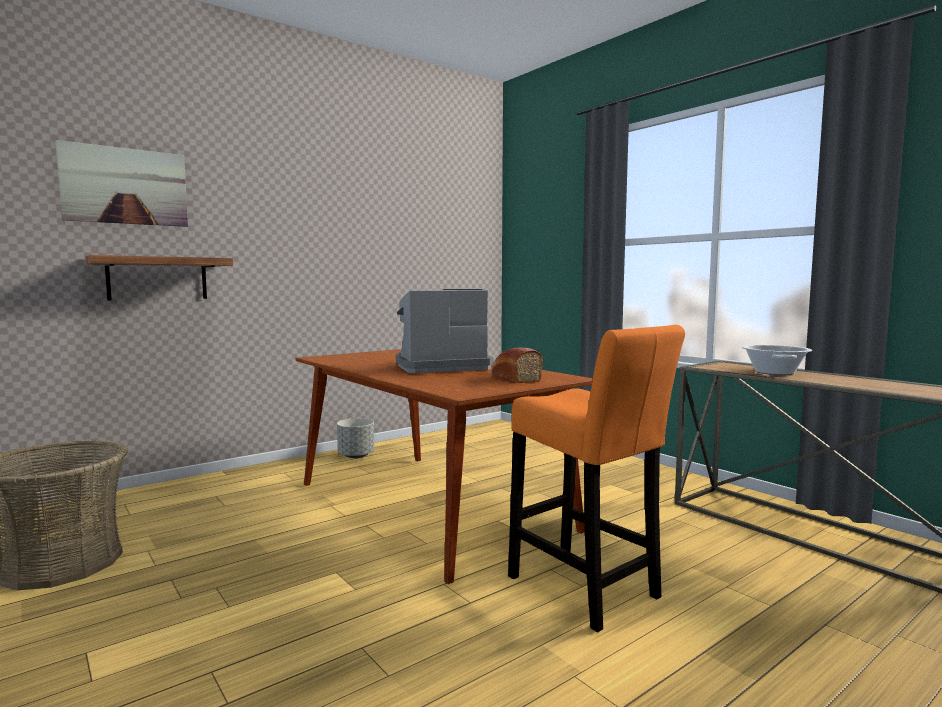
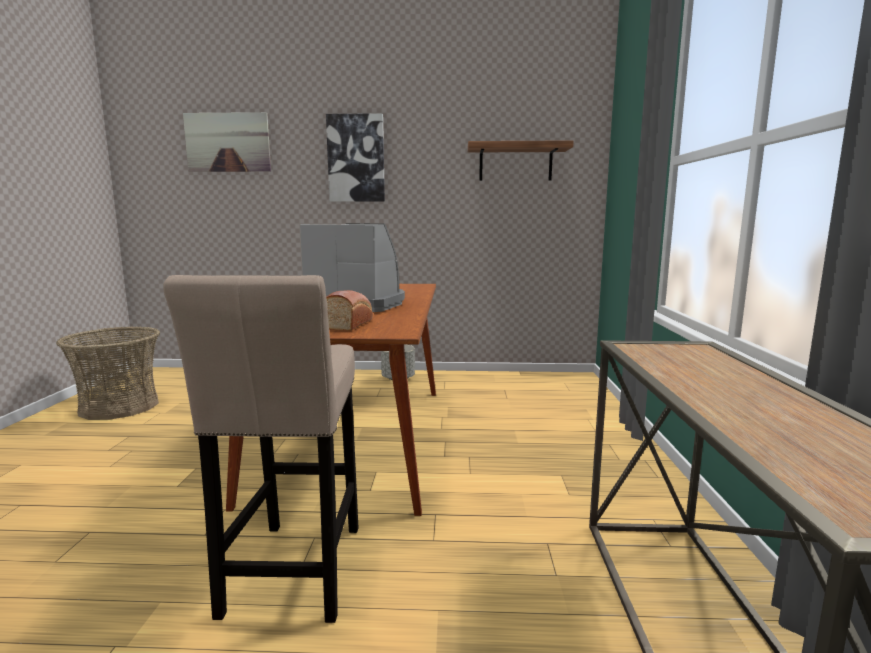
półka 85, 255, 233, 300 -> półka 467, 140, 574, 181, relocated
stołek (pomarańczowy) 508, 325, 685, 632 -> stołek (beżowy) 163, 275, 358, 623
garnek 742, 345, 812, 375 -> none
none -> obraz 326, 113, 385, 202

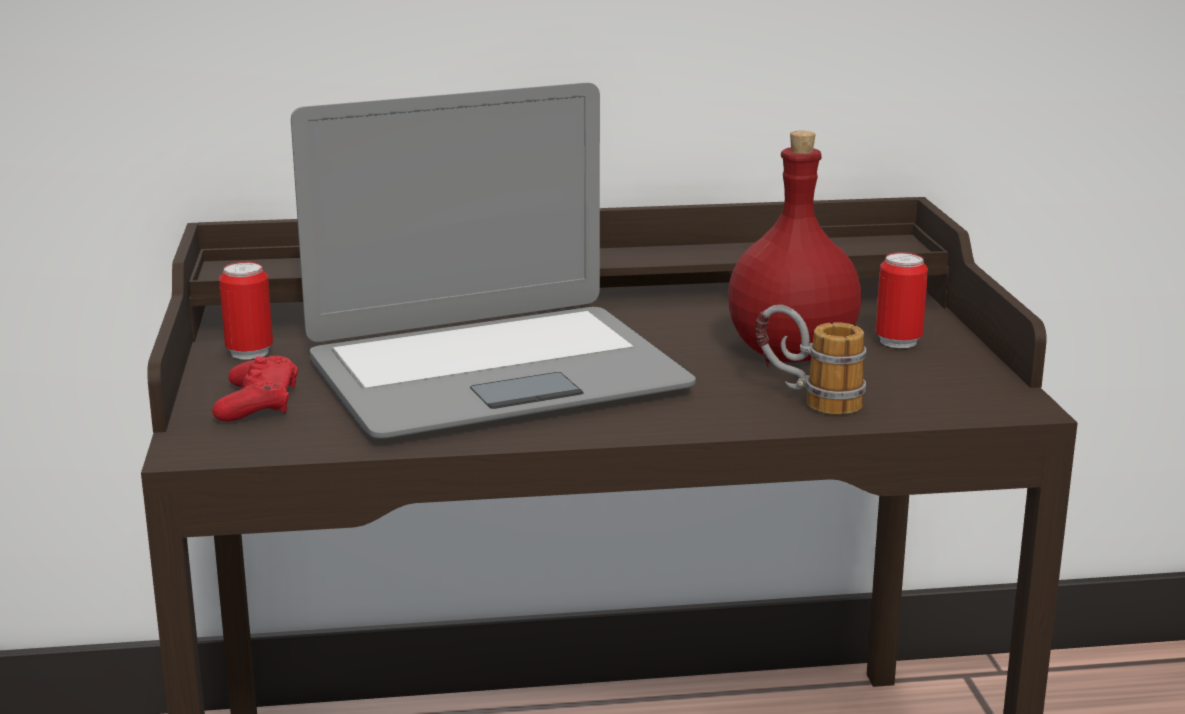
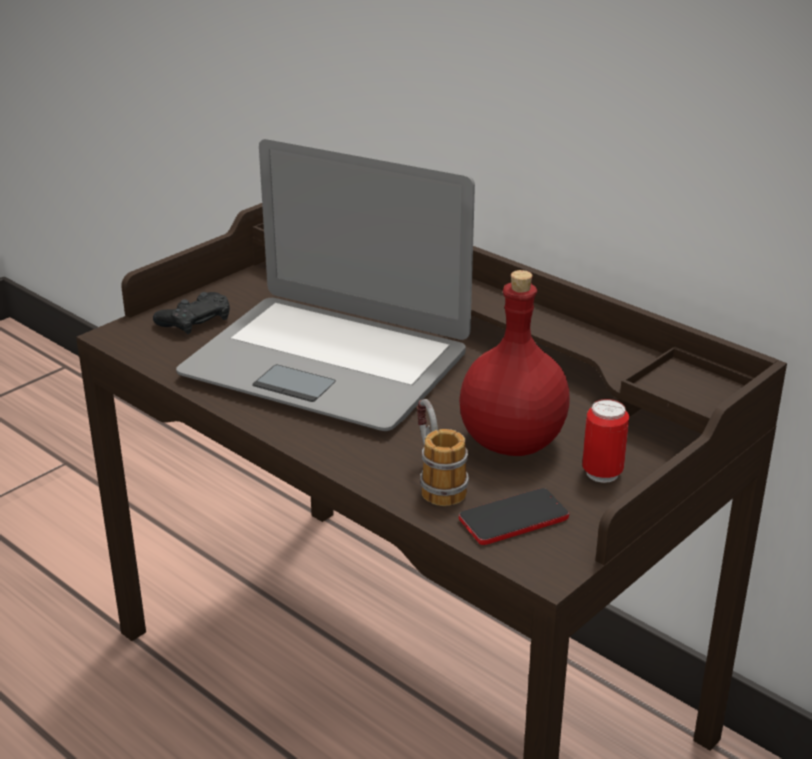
pad do gier (czerwony) 212, 356, 298, 422 -> pad do gier (czarny) 153, 292, 230, 334
puszka 219, 262, 273, 360 -> none
none -> telefon 459, 488, 569, 545

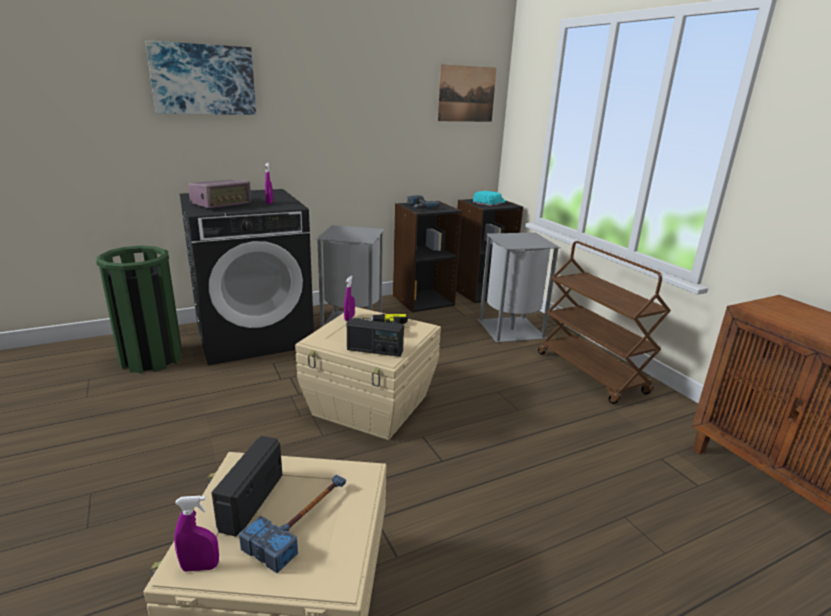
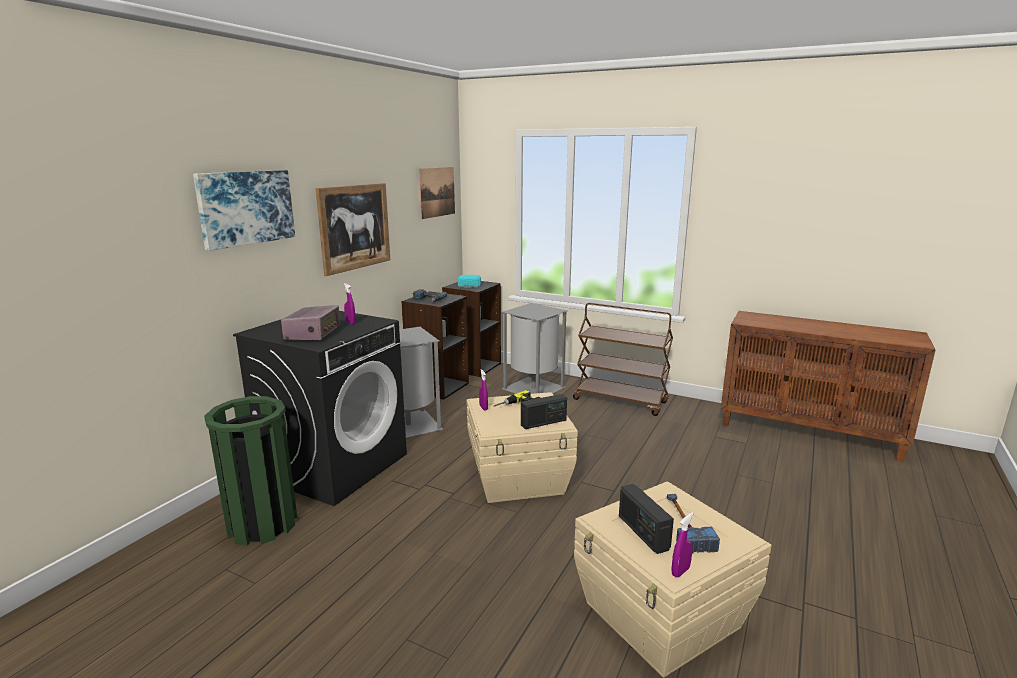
none -> obraz 315, 183, 390, 276

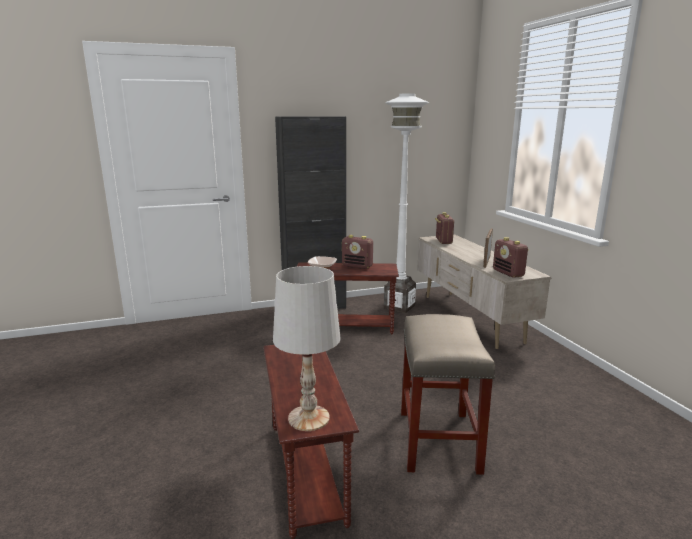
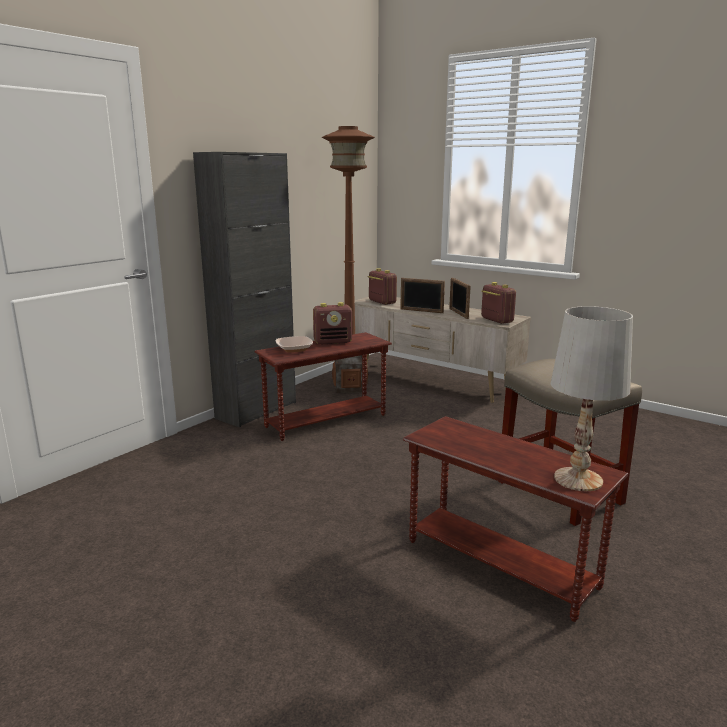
lampa stojąca (biały) 384, 93, 429, 313 -> lampa stojąca (brązowy) 322, 126, 375, 393
radio 493, 237, 529, 278 -> radio 481, 282, 516, 324, 150 degrees counterclockwise
none -> ramka na zdjęcie 400, 278, 445, 313

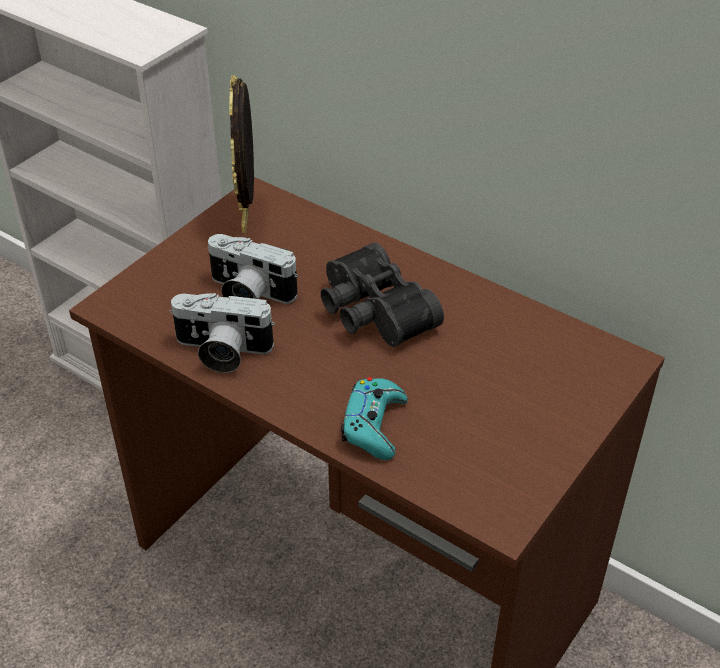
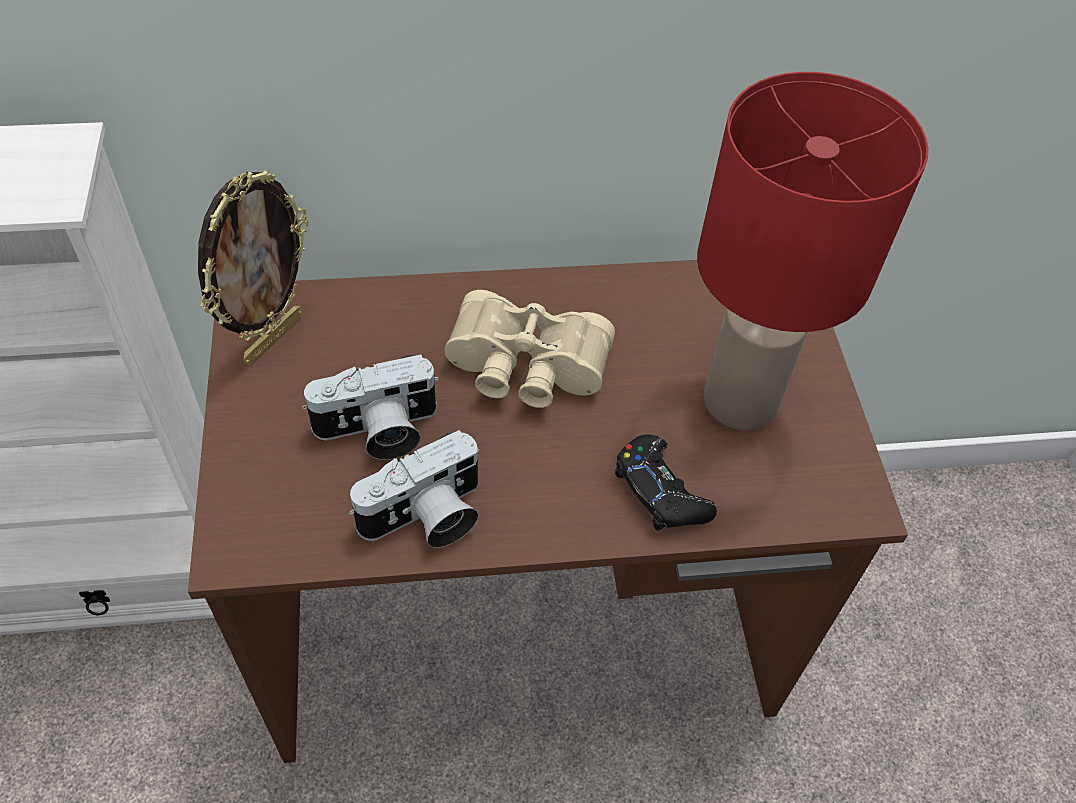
ramka na zdjęcie 229, 75, 254, 233 -> ramka na zdjęcie 198, 169, 309, 365, 105 degrees counterclockwise
lornetka (czarny) 321, 242, 444, 347 -> lornetka (beżowy) 444, 290, 615, 408
pad do gier (turkusowy) 341, 377, 408, 460 -> pad do gier (czarny) 615, 435, 717, 531
none -> lampa stołowa (czerwony) 697, 72, 928, 430

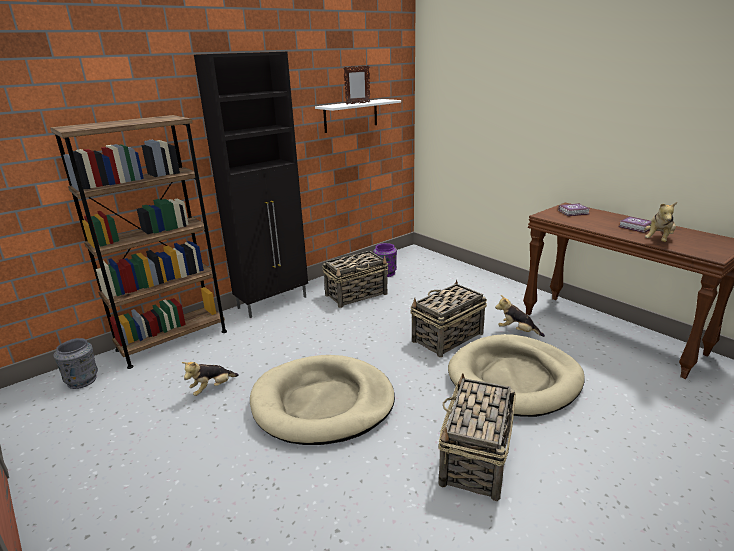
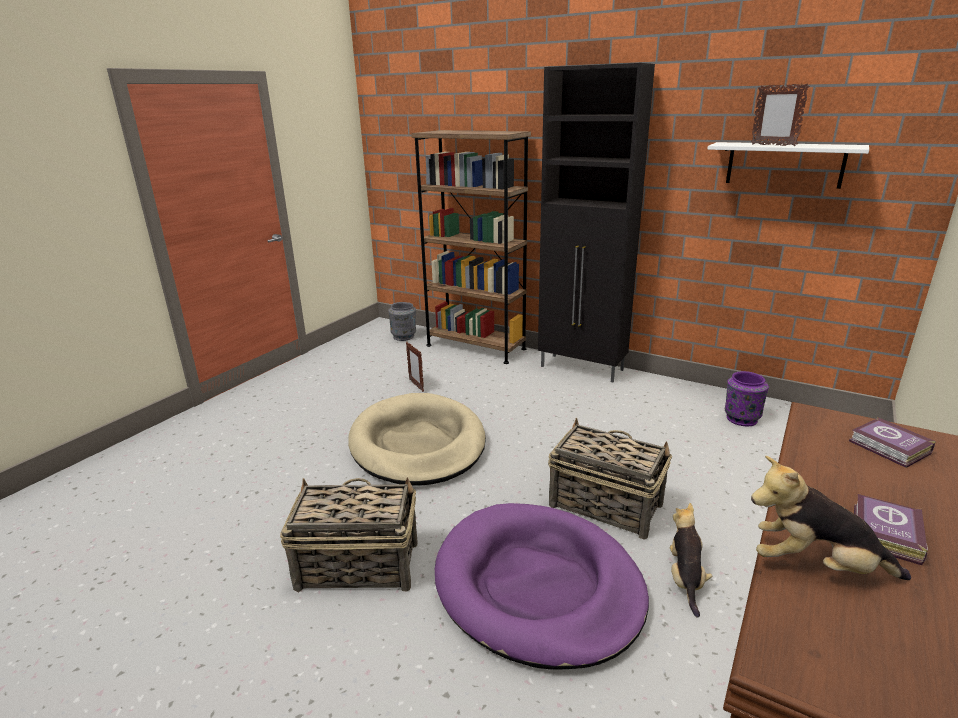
pluszak 182, 362, 239, 396 -> ramka na zdjęcie 406, 342, 424, 392
koszyk 322, 251, 388, 308 -> none
legowisko (beżowy) 448, 334, 585, 417 -> legowisko (fioletowy) 435, 503, 649, 670

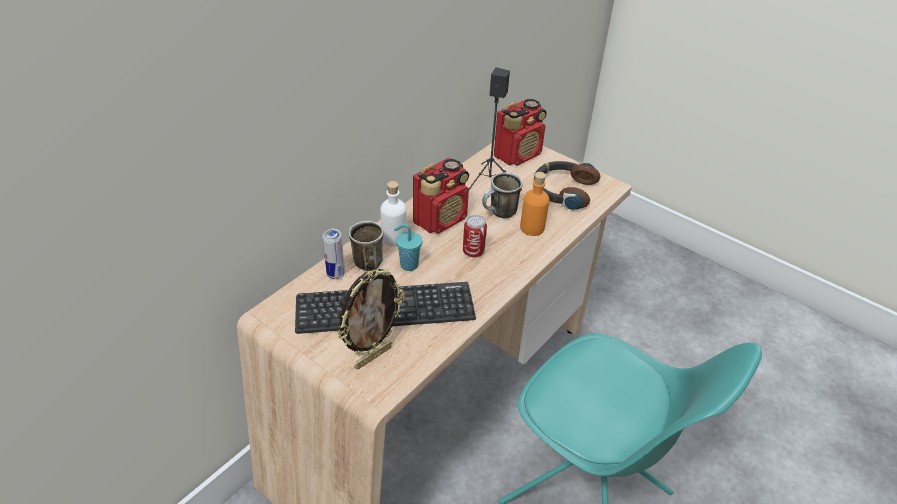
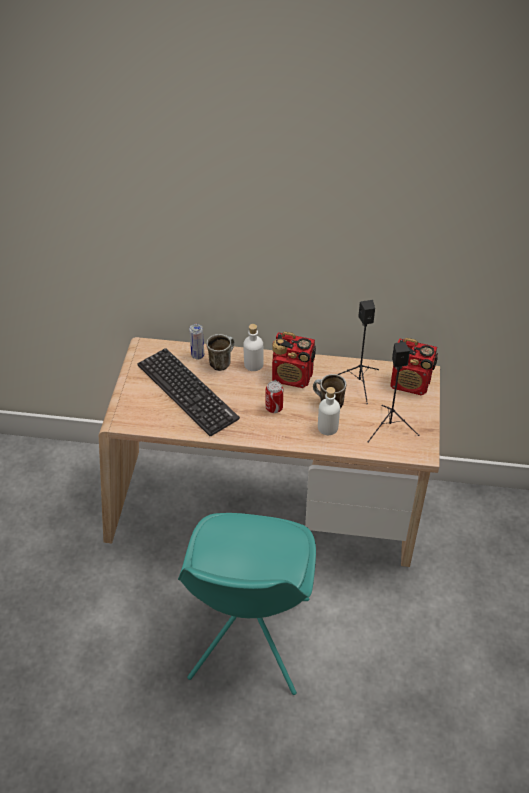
ramka na zdjęcie 337, 269, 405, 369 -> none
filiżanka (turkusowy) 394, 224, 422, 271 -> none
butelka (pomarańczowy) 520, 172, 549, 236 -> butelka (biały) 318, 387, 340, 435
słuchawki 533, 161, 600, 210 -> głośnik (czarny) 368, 342, 419, 443

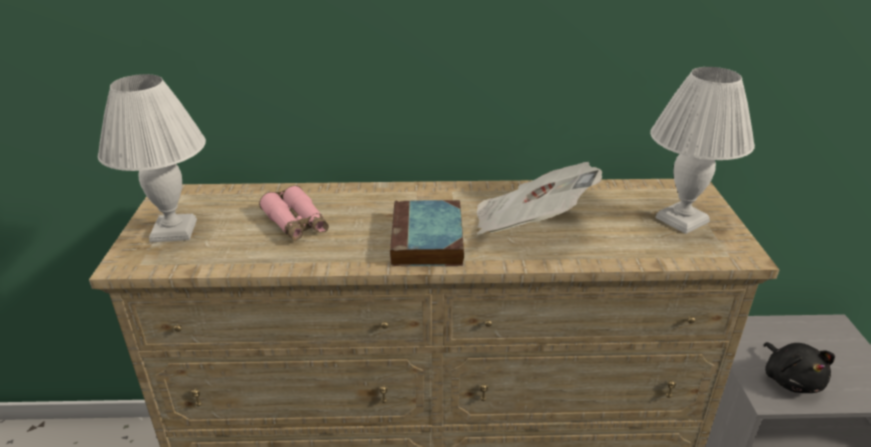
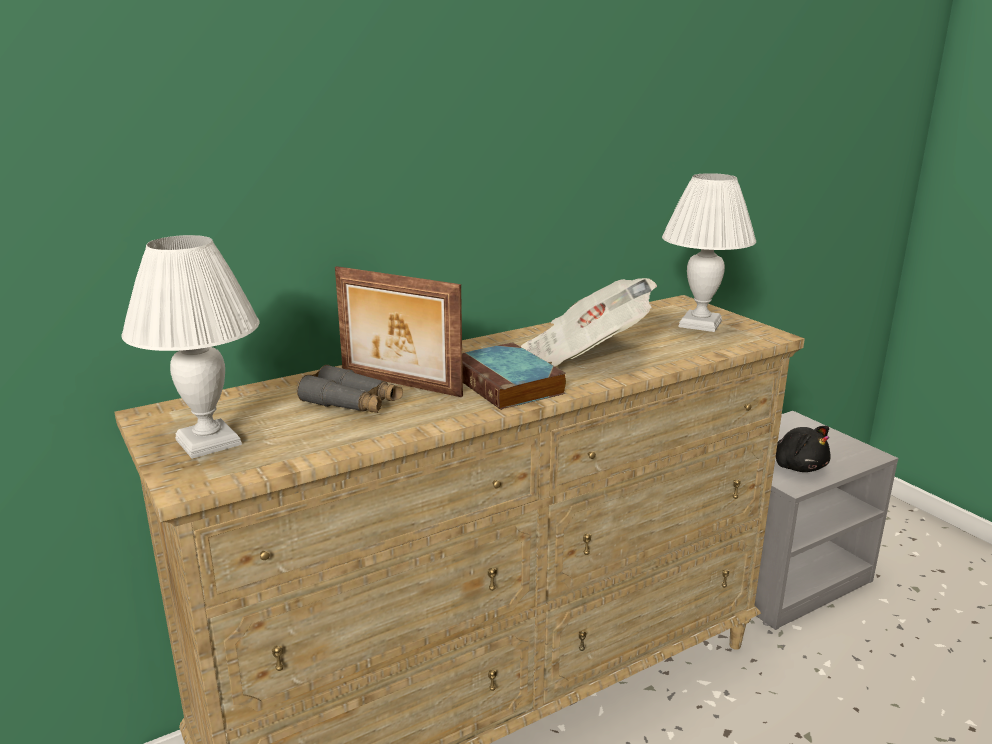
lornetka (różowy) 259, 185, 329, 241 -> lornetka (szary) 297, 365, 403, 413
none -> ramka na zdjęcie 335, 266, 463, 397

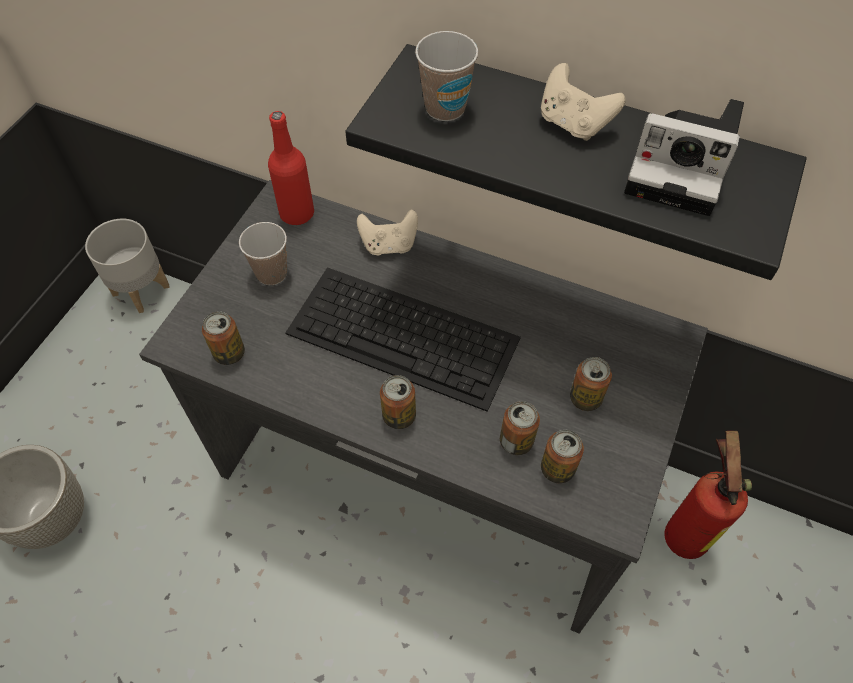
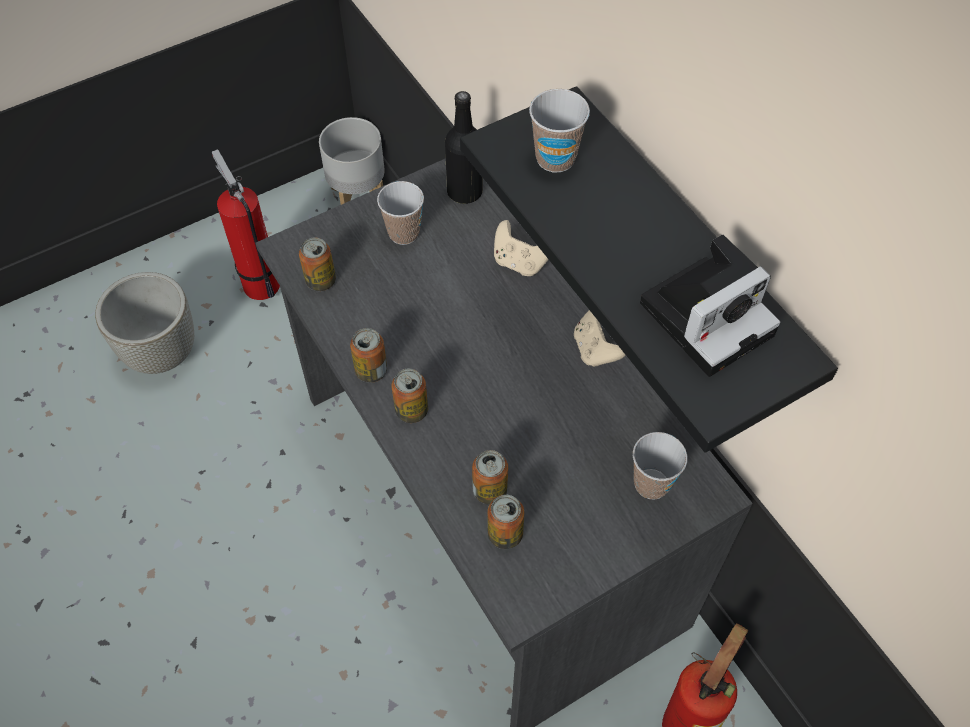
butelka (czerwony) 268, 111, 314, 225 -> butelka (czarny) 445, 91, 483, 204
klawiatura 285, 267, 521, 412 -> none
pad do gier (beżowy) 541, 63, 626, 141 -> pad do gier (beżowy) 574, 310, 626, 367, relocated
puszka 570, 357, 612, 411 -> puszka 350, 328, 387, 383, relocated
aparat fotograficzny 624, 99, 744, 216 -> aparat fotograficzny 640, 234, 780, 377, 90 degrees counterclockwise
none -> gaśnica 212, 150, 280, 300
none -> filiżanka 633, 432, 687, 499

